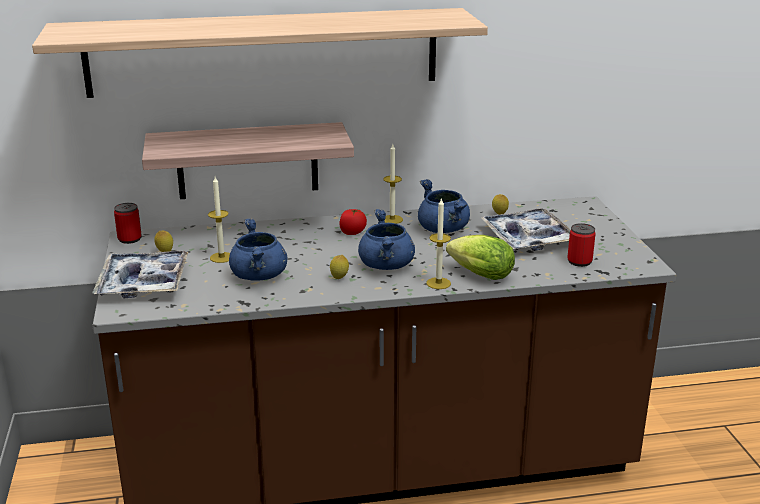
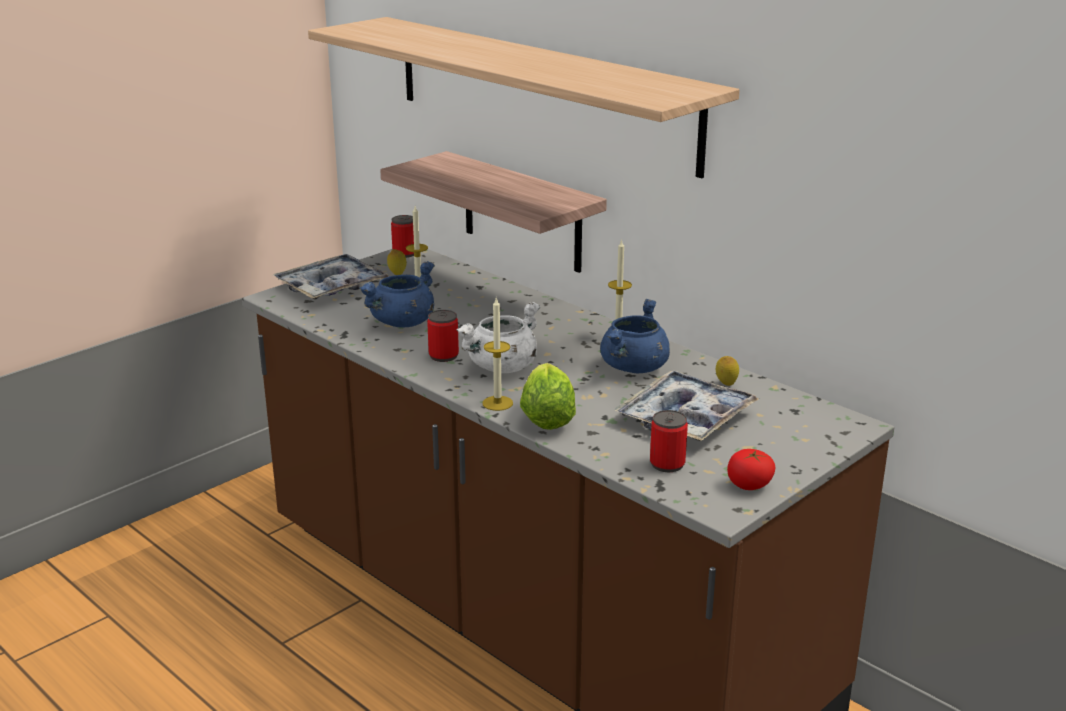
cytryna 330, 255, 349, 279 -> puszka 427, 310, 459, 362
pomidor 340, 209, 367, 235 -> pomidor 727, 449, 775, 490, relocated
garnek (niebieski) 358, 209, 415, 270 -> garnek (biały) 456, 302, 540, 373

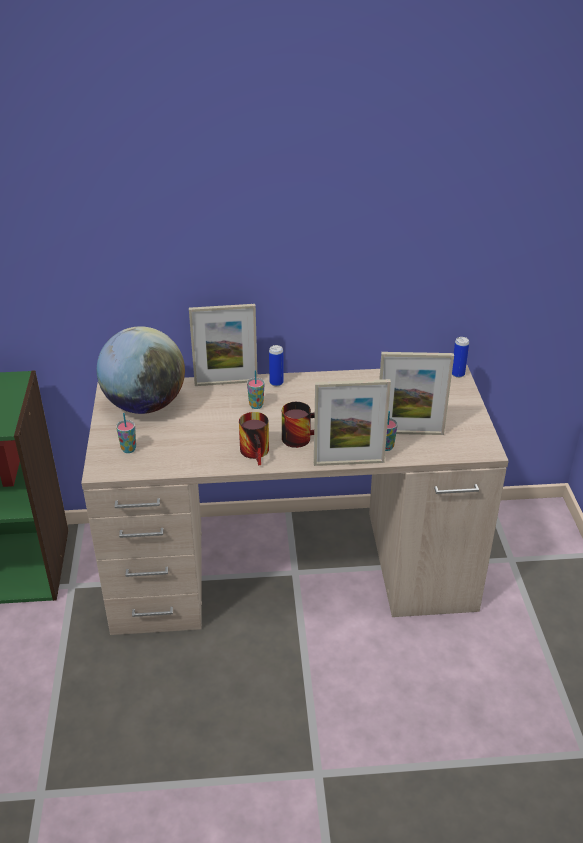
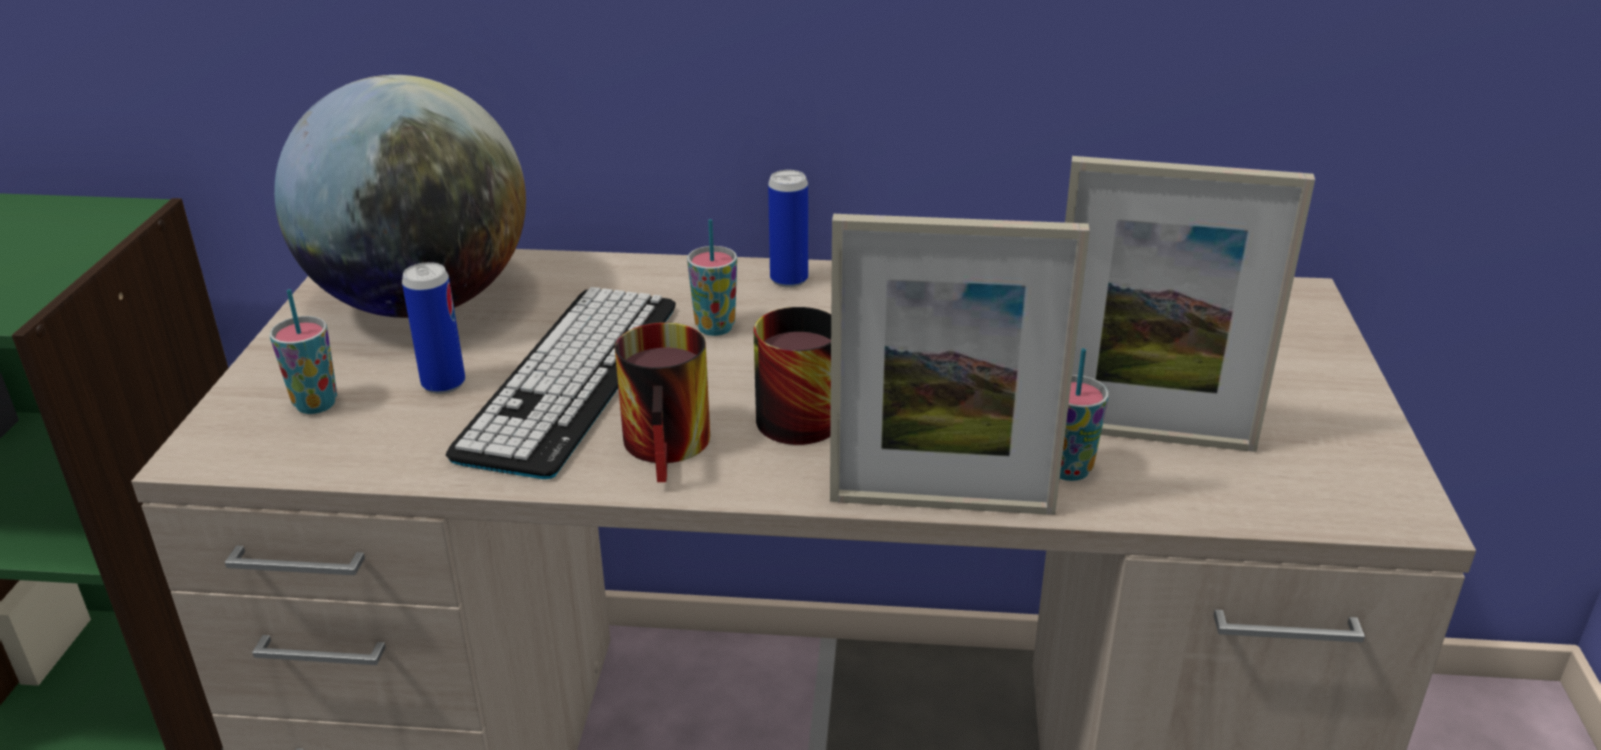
ramka na zdjęcie 189, 304, 258, 386 -> none
puszka 452, 337, 469, 378 -> puszka 402, 262, 465, 394, relocated
none -> klawiatura 446, 287, 676, 479

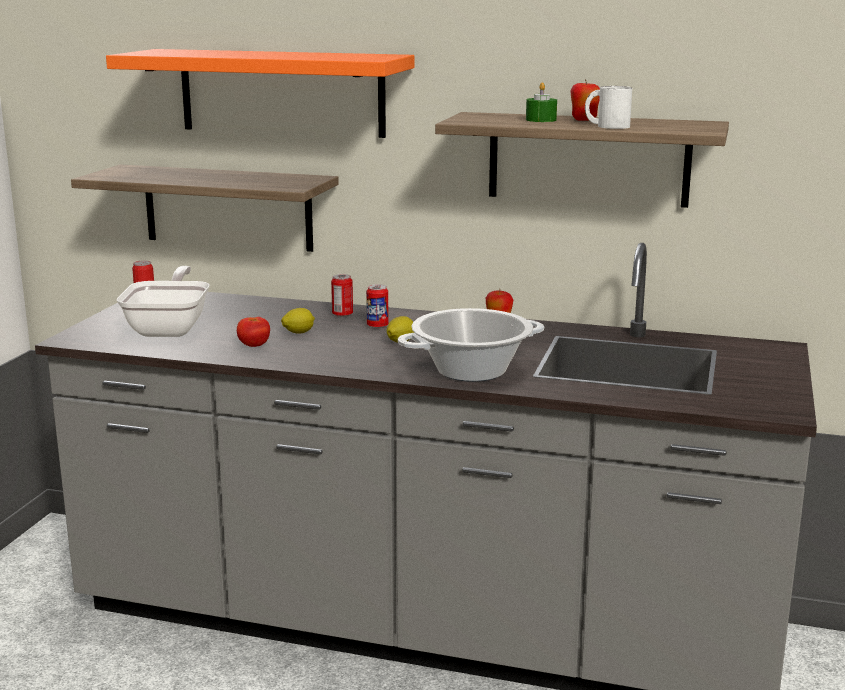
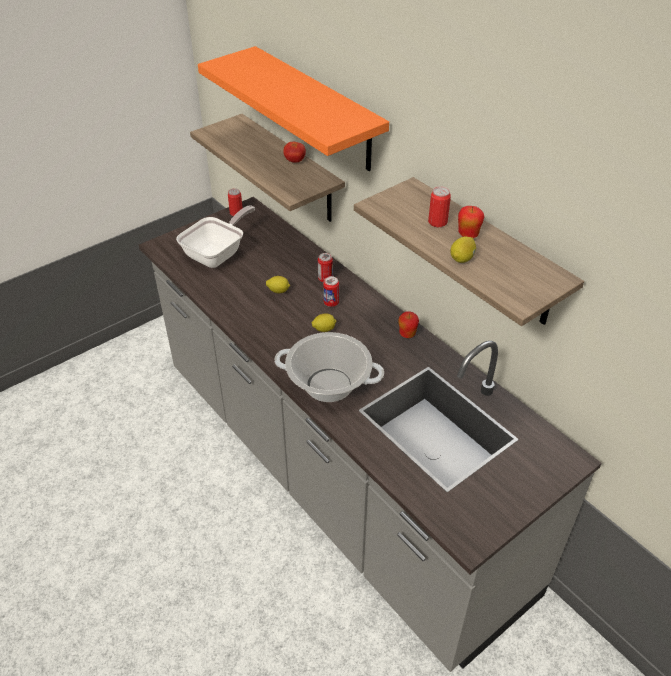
pomidor 237, 317, 270, 347 -> pomidor 283, 142, 306, 163, relocated
świeca (zielony) 526, 82, 557, 122 -> puszka 428, 186, 451, 227
kubek (biały) 585, 86, 632, 129 -> cytryna 450, 237, 476, 263

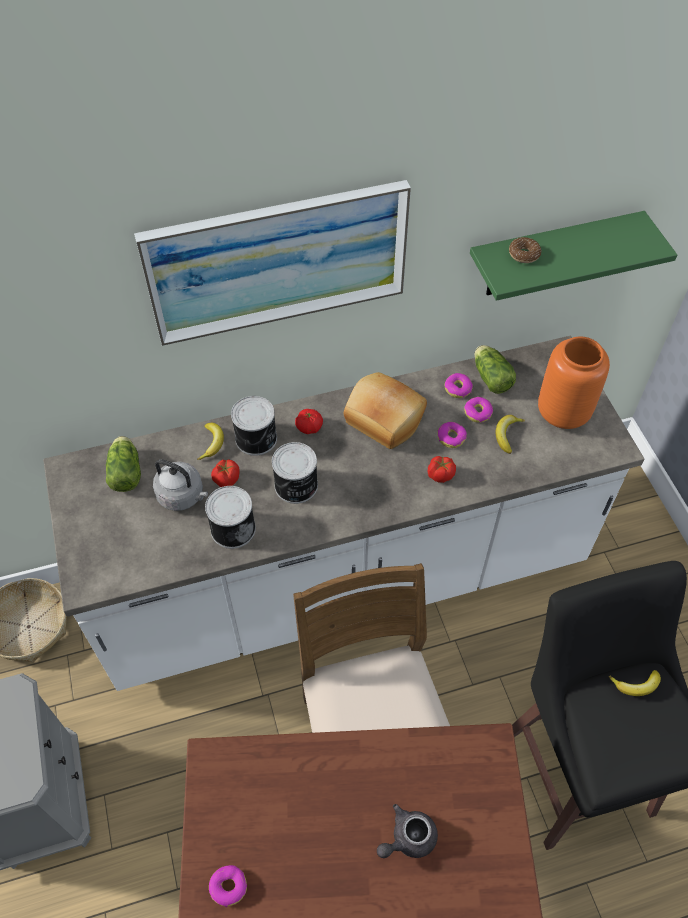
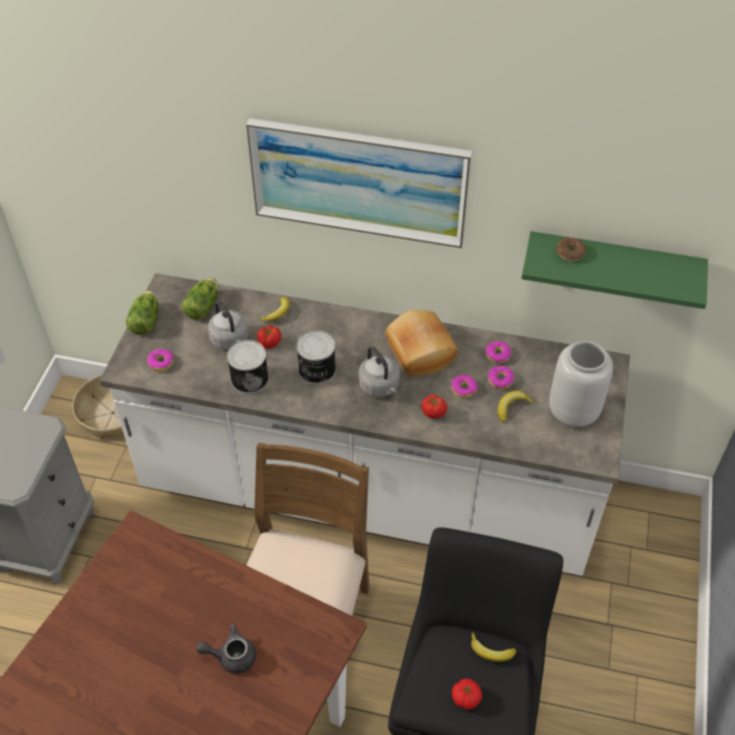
donut 209, 865, 247, 907 -> donut 147, 349, 174, 371, relocated
puszka 231, 396, 277, 456 -> none
pomidor 295, 409, 323, 434 -> pomidor 452, 678, 482, 710, relocated
sałata 474, 345, 516, 394 -> sałata 125, 291, 159, 335, relocated
wazon (pomarańczowy) 538, 336, 610, 429 -> wazon (szary) 549, 341, 613, 427
none -> czajnik (szary) 358, 346, 400, 397

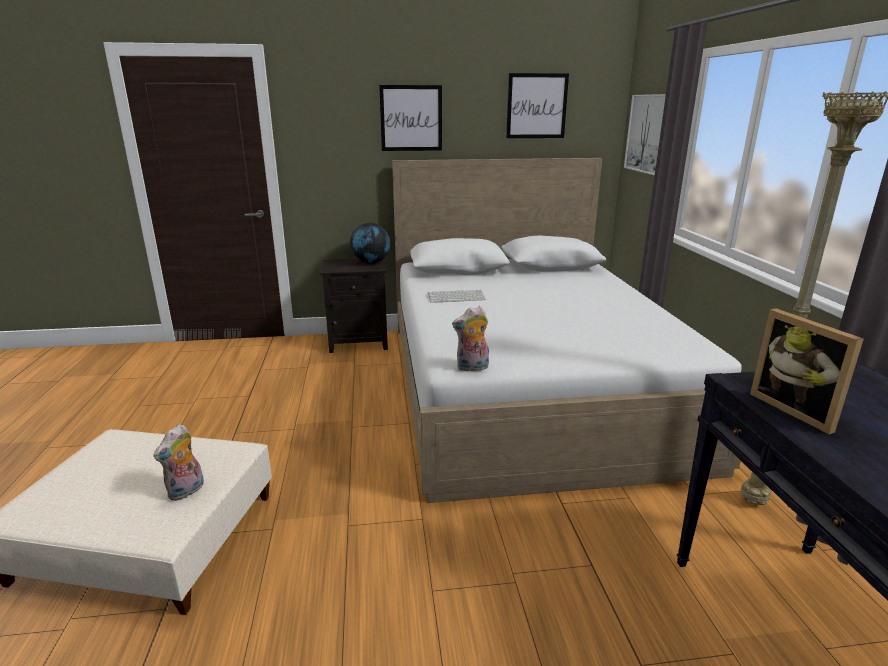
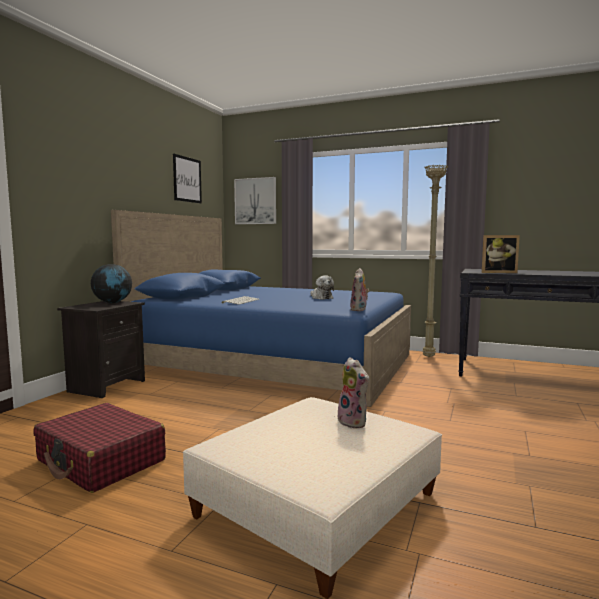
obraz 379, 85, 442, 151 -> none
łóżko (biały) 392, 158, 742, 503 -> łóżko (niebieski) 111, 210, 411, 407
none -> walizka (czerwony) 34, 403, 166, 493
none -> pluszak 311, 275, 334, 299

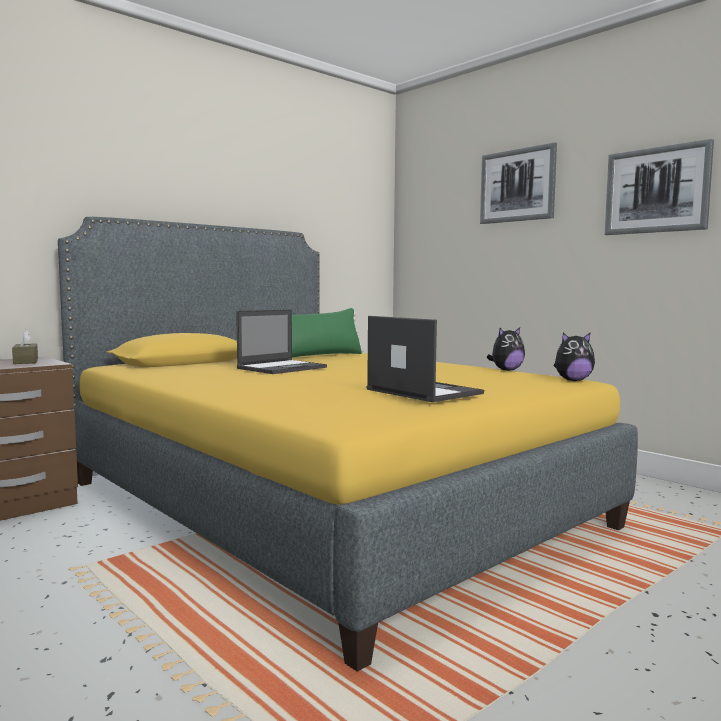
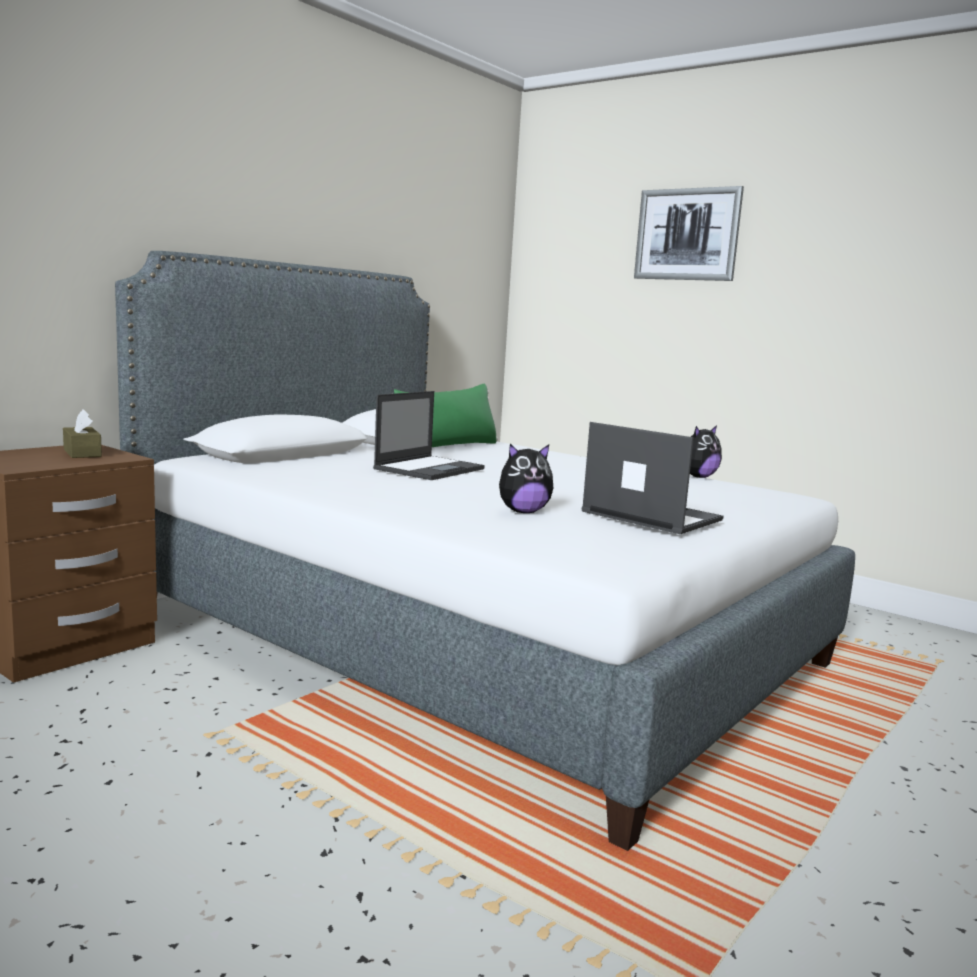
łóżko (żółty) 58, 217, 638, 672 -> łóżko (biały) 115, 251, 855, 851
pluszak 554, 332, 595, 381 -> pluszak 499, 444, 553, 513, relocated
obraz 605, 139, 714, 235 -> none

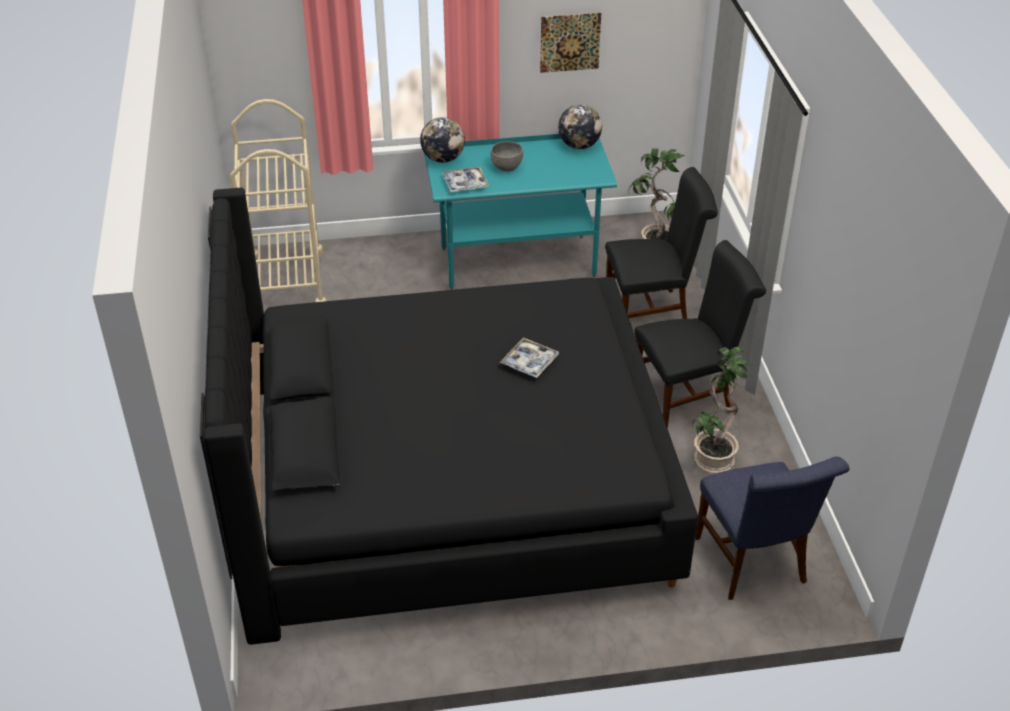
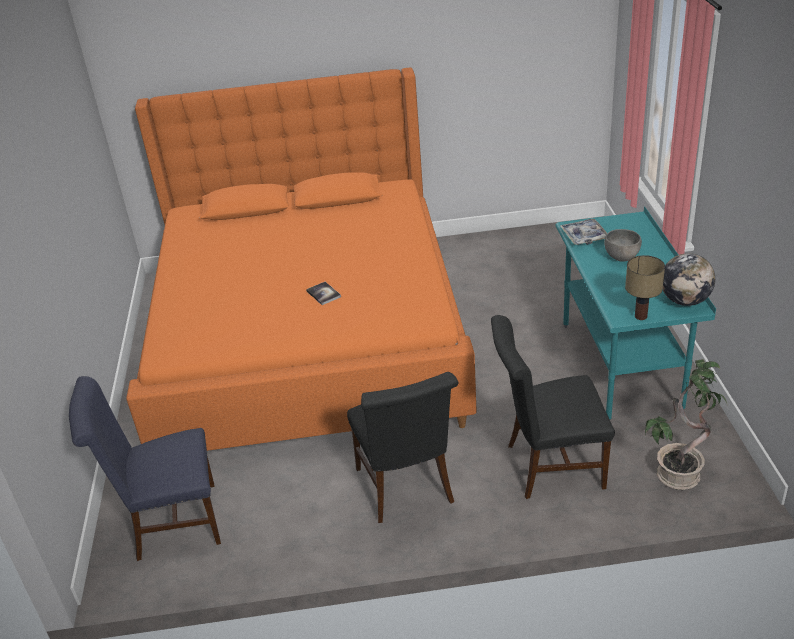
łóżko (czarny) 200, 188, 698, 645 -> łóżko (pomarańczowy) 126, 67, 476, 451
wózek (beżowy) 230, 99, 327, 302 -> none
globus 420, 117, 465, 163 -> none
taca 500, 337, 559, 378 -> książka 306, 282, 341, 305
obraz 540, 13, 601, 73 -> none
krzesło (czarny) 605, 167, 718, 319 -> krzesło (czarny) 491, 315, 615, 499, 90 degrees clockwise
roślina doniczkowa 692, 347, 751, 473 -> none
none -> lampa stołowa 625, 255, 665, 320

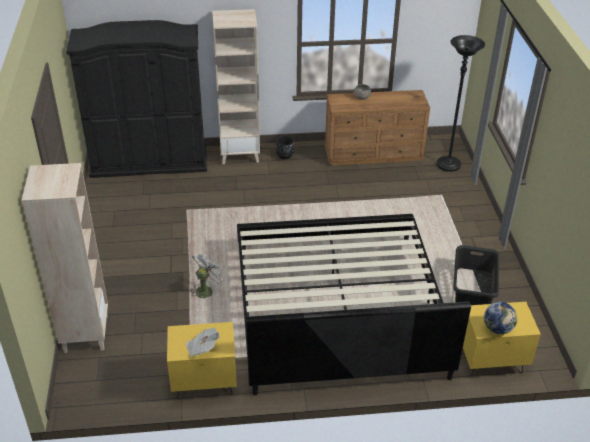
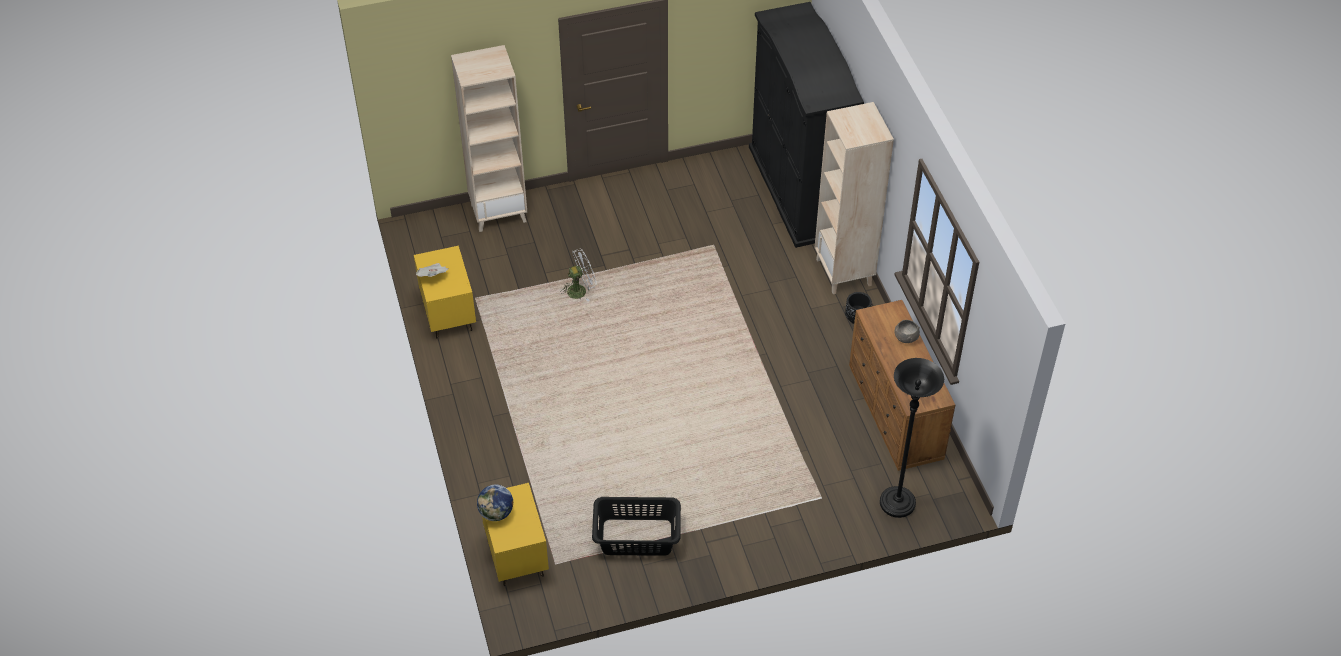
wentylator (biały) 190, 252, 225, 299 -> wentylator (biały) 561, 248, 597, 302, 45 degrees counterclockwise
łóżko 237, 214, 471, 395 -> none

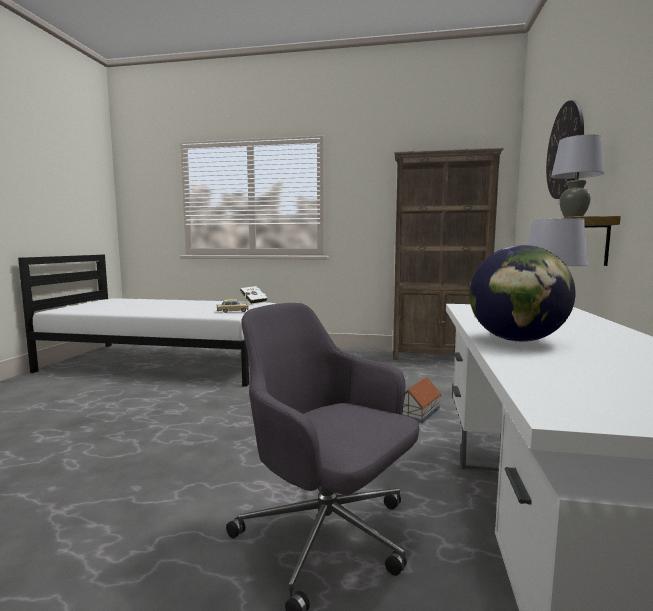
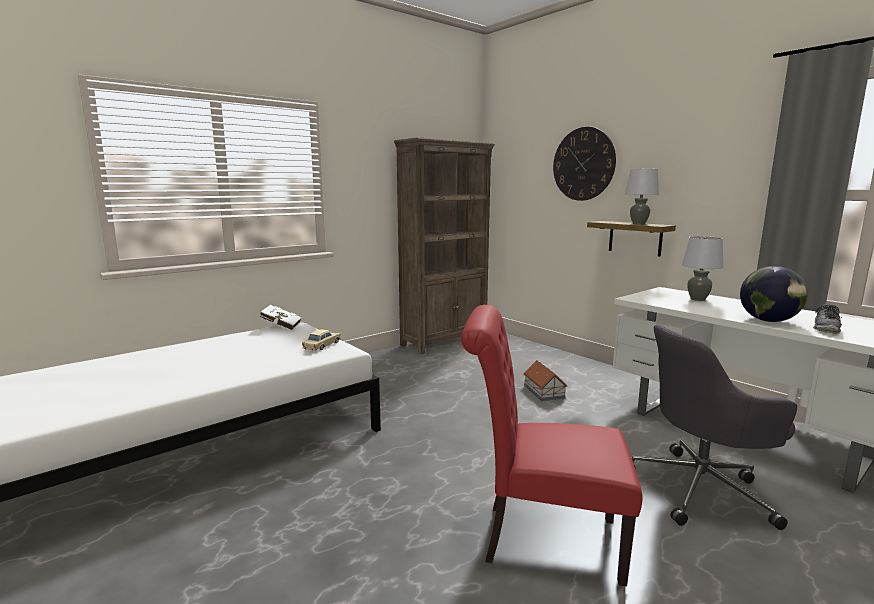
none -> krzesło (czerwony) 461, 305, 642, 586
none -> but 813, 304, 842, 333

